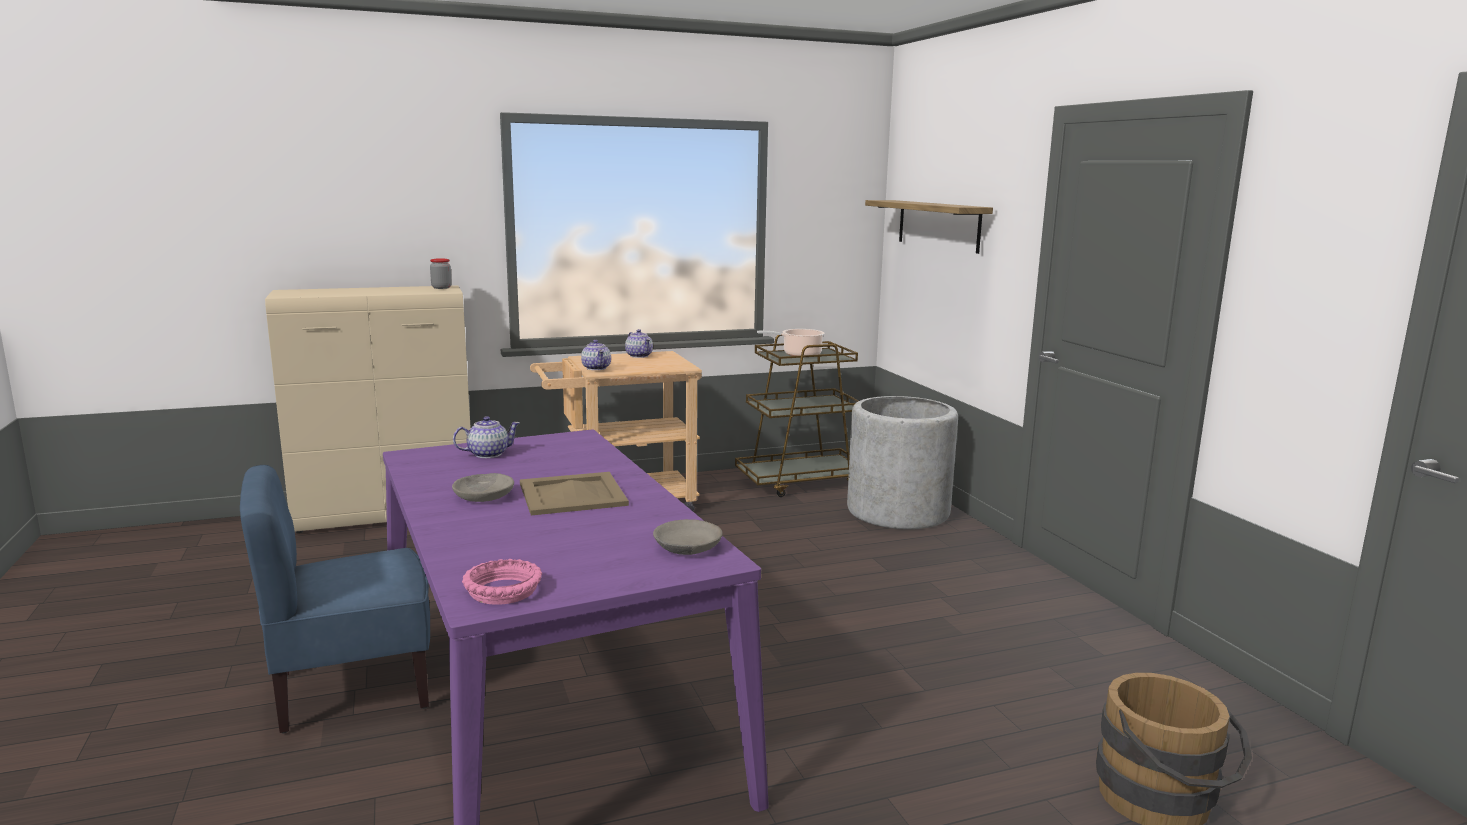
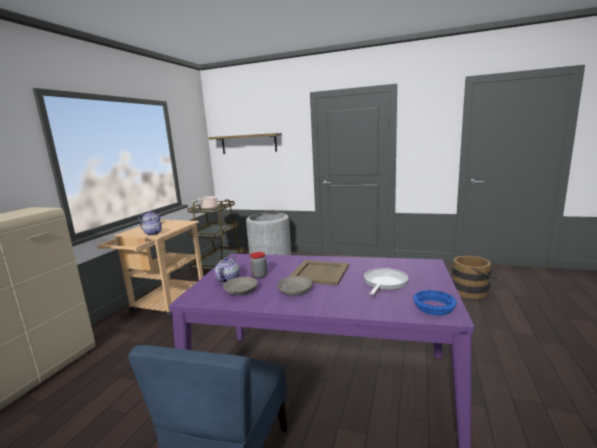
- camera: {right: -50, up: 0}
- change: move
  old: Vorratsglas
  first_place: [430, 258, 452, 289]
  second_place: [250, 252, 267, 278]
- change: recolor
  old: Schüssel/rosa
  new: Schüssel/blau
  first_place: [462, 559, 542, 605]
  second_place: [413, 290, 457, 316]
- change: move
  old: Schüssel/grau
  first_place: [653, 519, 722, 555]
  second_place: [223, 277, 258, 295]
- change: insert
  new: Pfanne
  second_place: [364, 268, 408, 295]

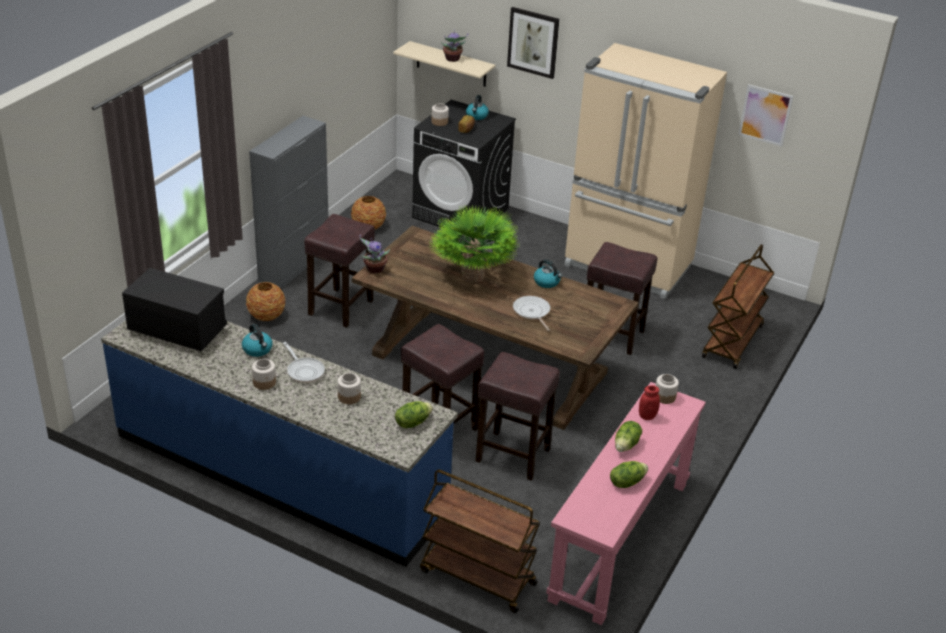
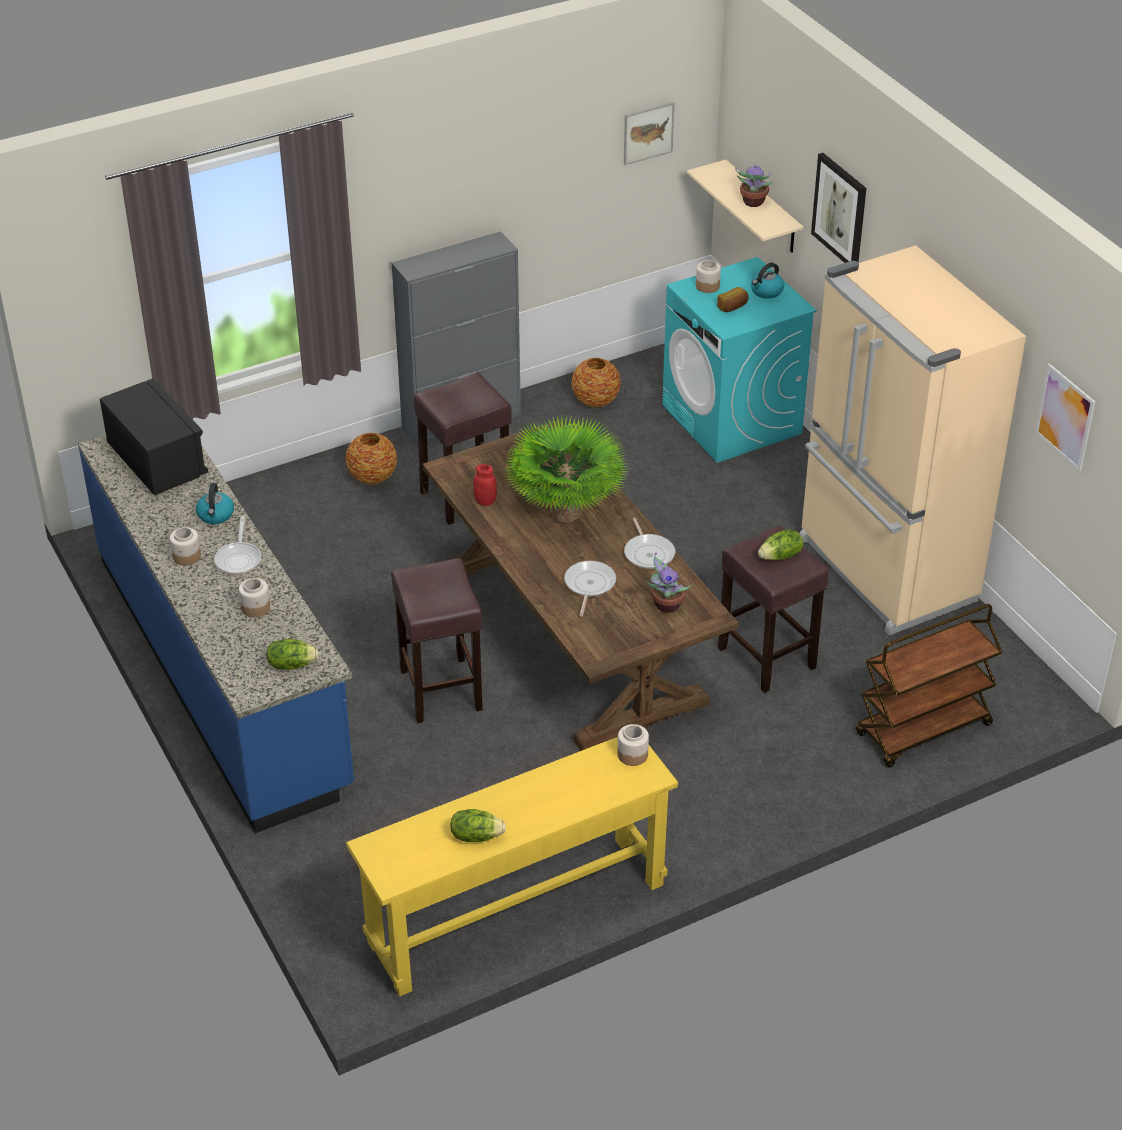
- camera: {right: 35, up: 5}
- change: move
  old: Topfpflanze
  first_place: [360, 234, 390, 273]
  second_place: [646, 552, 691, 613]
- change: recolor
  old: Waschmaschine/schwarz
  new: Waschmaschine/türkis
  first_place: [412, 100, 516, 239]
  second_place: [662, 257, 817, 463]
- change: delete
  old: Rollwagen/braun
  first_place: [420, 469, 540, 613]
- change: delete
  old: Hocker/braun
  first_place: [476, 352, 560, 481]
- change: replace
  old: Wasserkessel
  new: Pfanne
  first_place: [534, 259, 562, 288]
  second_place: [624, 518, 675, 569]
- change: recolor
  old: Konsolentisch/rosa
  new: Konsolentisch/gelb
  first_place: [546, 382, 706, 625]
  second_place: [346, 737, 678, 996]
- change: move
  old: Salatkopf
  first_place: [615, 421, 642, 452]
  second_place: [758, 529, 803, 560]
- change: move
  old: Vorratsglas/rot
  first_place: [639, 385, 660, 420]
  second_place: [473, 464, 497, 506]
- change: insert
  new: Bild
  second_place: [624, 102, 675, 165]

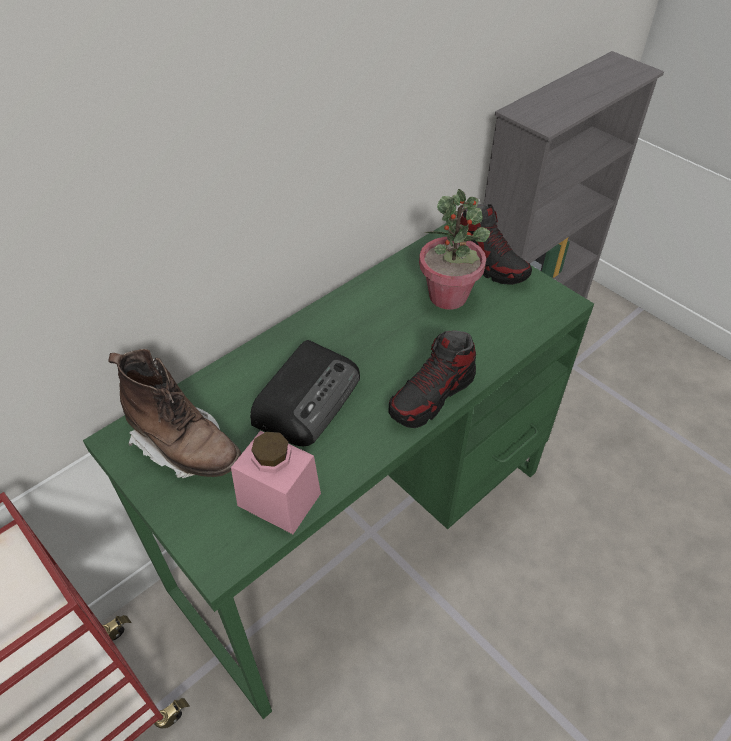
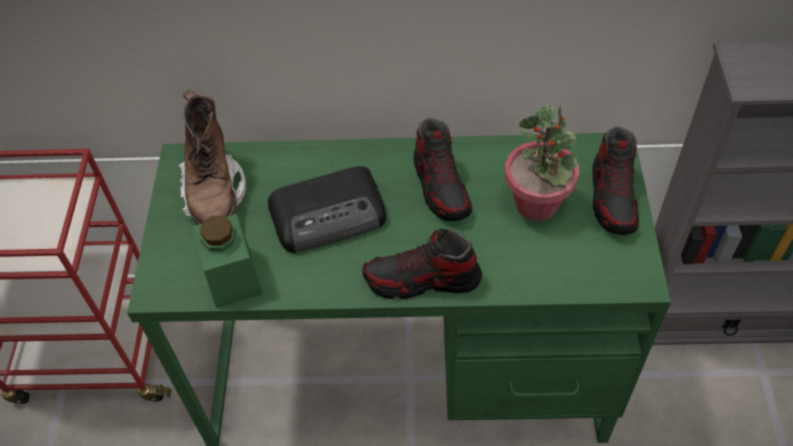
- camera: {right: 45, up: 5}
- change: recolor
  old: Vorratsglas/rosa
  new: Vorratsglas/grün
  first_place: [231, 431, 321, 534]
  second_place: [193, 214, 263, 308]
- change: insert
  new: Schuh
  second_place: [414, 118, 472, 221]

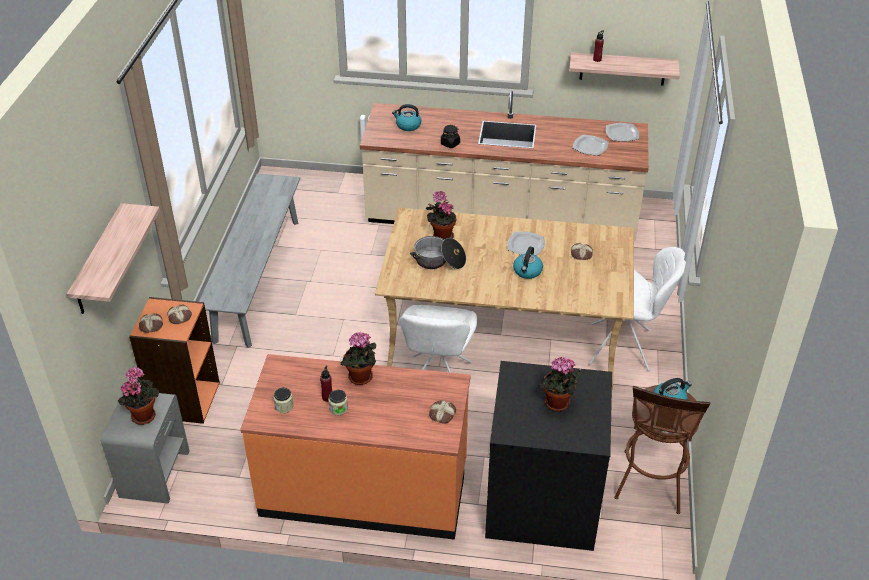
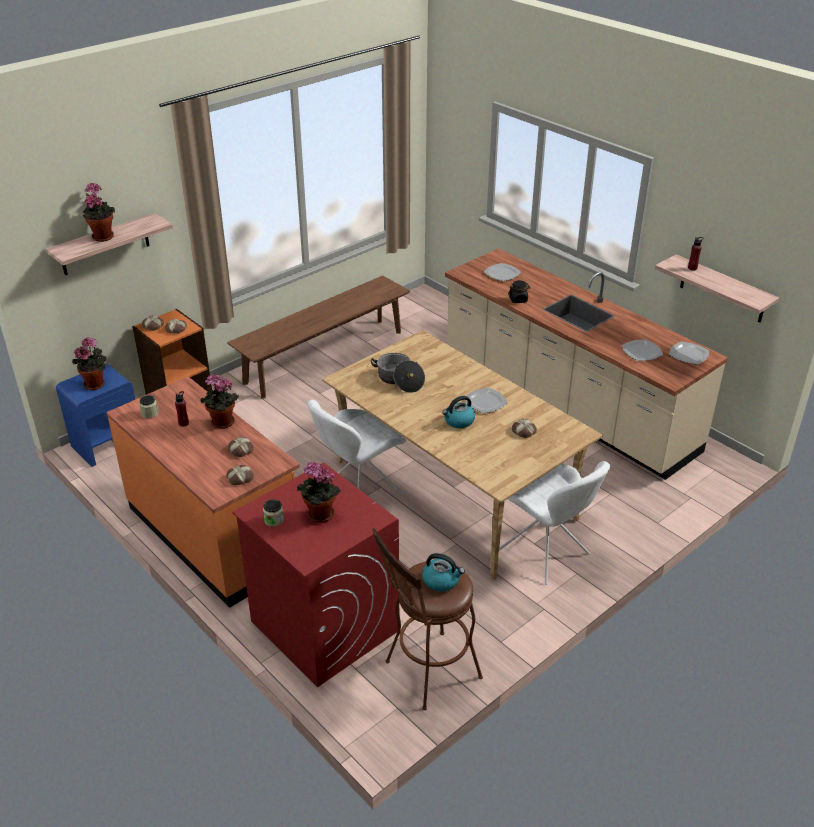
- camera: {right: 40, up: -5}
- change: recolor
  old: Nachttisch/grau
  new: Nachttisch/blau
  first_place: [101, 393, 190, 504]
  second_place: [56, 364, 135, 467]
- change: recolor
  old: Bank/grau
  new: Bank/braun
  first_place: [199, 174, 300, 348]
  second_place: [227, 276, 410, 398]
- change: move
  old: Vorratsglas
  first_place: [328, 390, 348, 415]
  second_place: [263, 499, 284, 527]
- change: replace
  old: Wasserkessel
  new: Teller
  first_place: [392, 104, 421, 131]
  second_place: [484, 263, 521, 281]
- change: move
  old: Topfpflanze
  first_place: [426, 191, 457, 240]
  second_place: [83, 183, 115, 242]
- change: recolor
  old: Waschmaschine/schwarz
  new: Waschmaschine/rot
  first_place: [485, 361, 612, 551]
  second_place: [232, 463, 399, 687]
- change: insert
  new: Brot
  second_place: [228, 437, 254, 457]

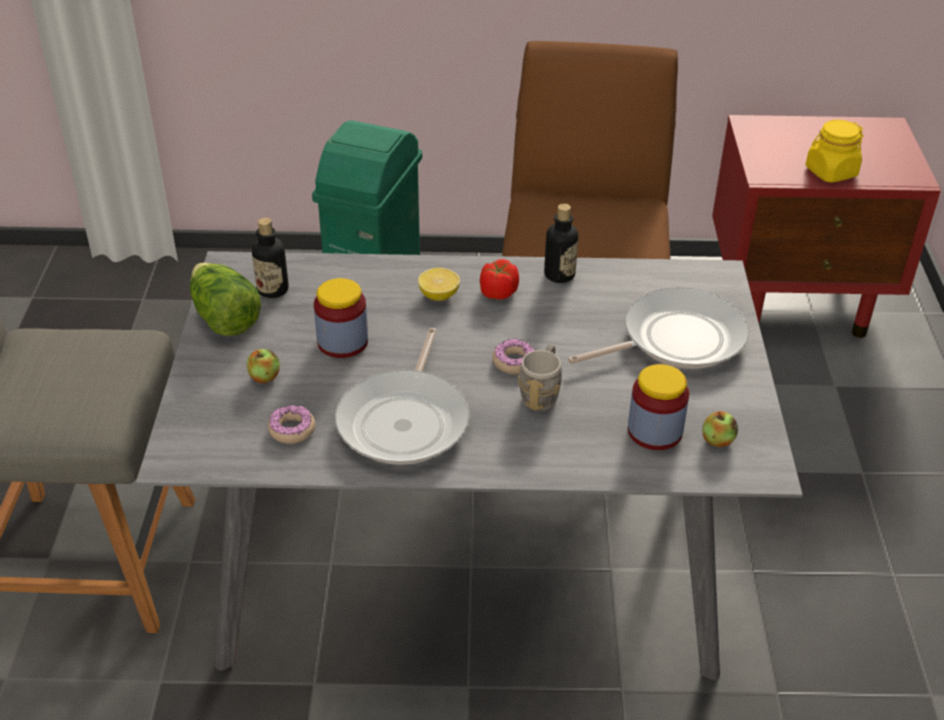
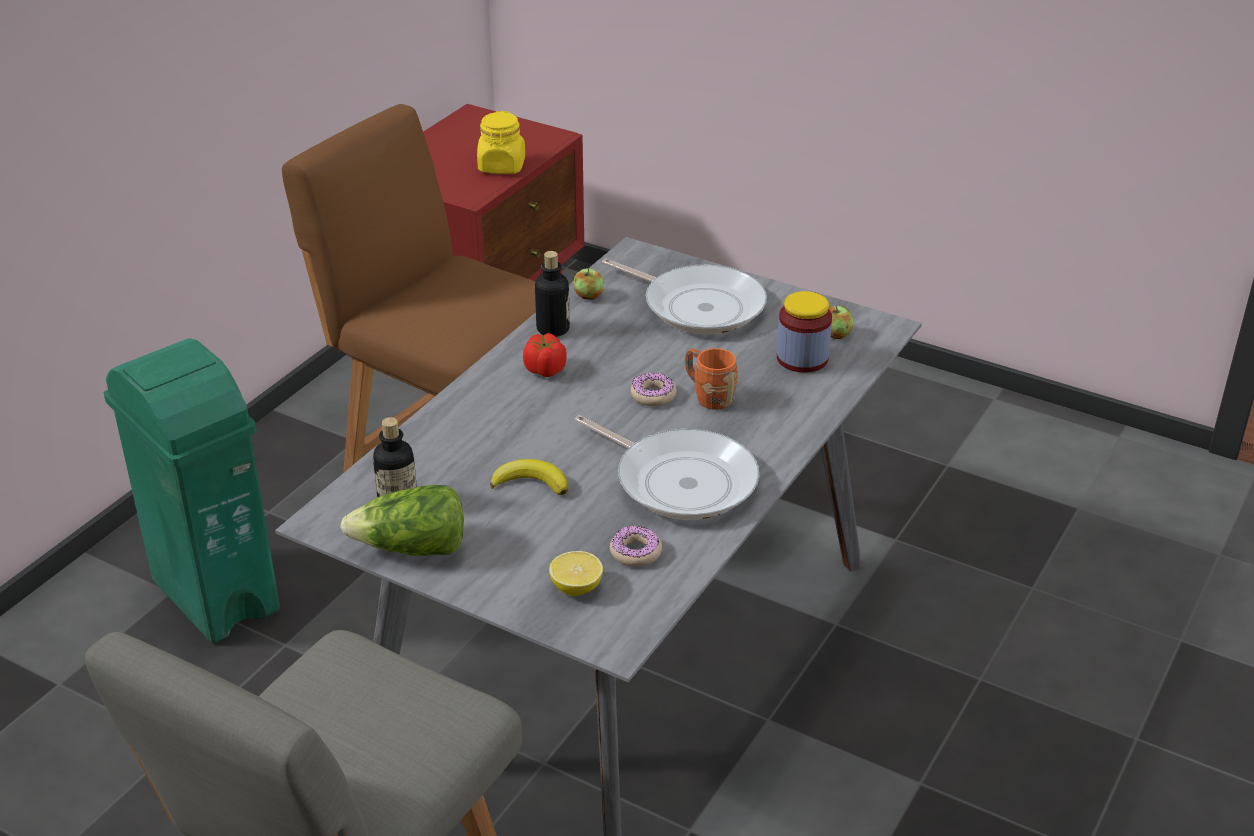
- camera: {right: -60, up: -5}
- change: move
  old: Apfel
  first_place: [247, 349, 280, 383]
  second_place: [573, 268, 604, 300]
- change: replace
  old: Vorratsglas
  new: Banane
  first_place: [314, 278, 368, 358]
  second_place: [490, 459, 568, 495]
- change: move
  old: Zitrone
  first_place: [418, 268, 460, 301]
  second_place: [549, 551, 603, 596]
- change: recolor
  old: Henkelbecher/grau
  new: Henkelbecher/orange
  first_place: [518, 345, 562, 411]
  second_place: [685, 348, 738, 410]
- change: rotate
  old: Pfanne
  first_place: [568, 287, 749, 369]
  second_place: [602, 259, 767, 334]
  degrees: 120

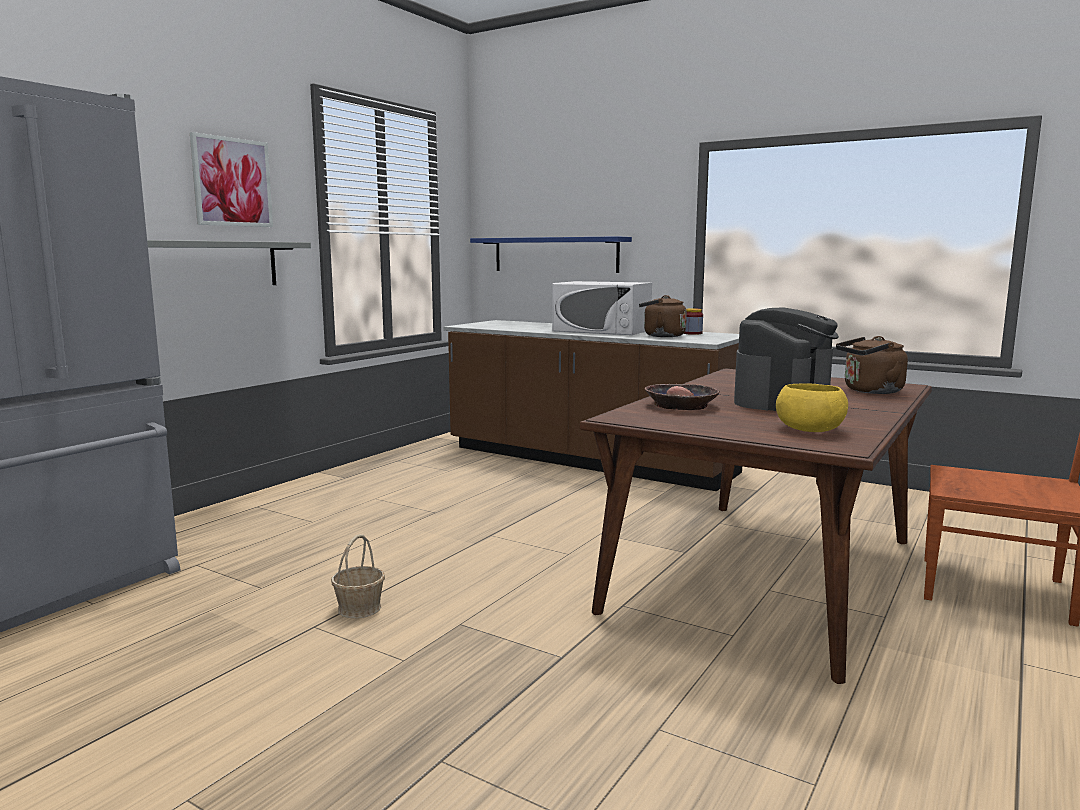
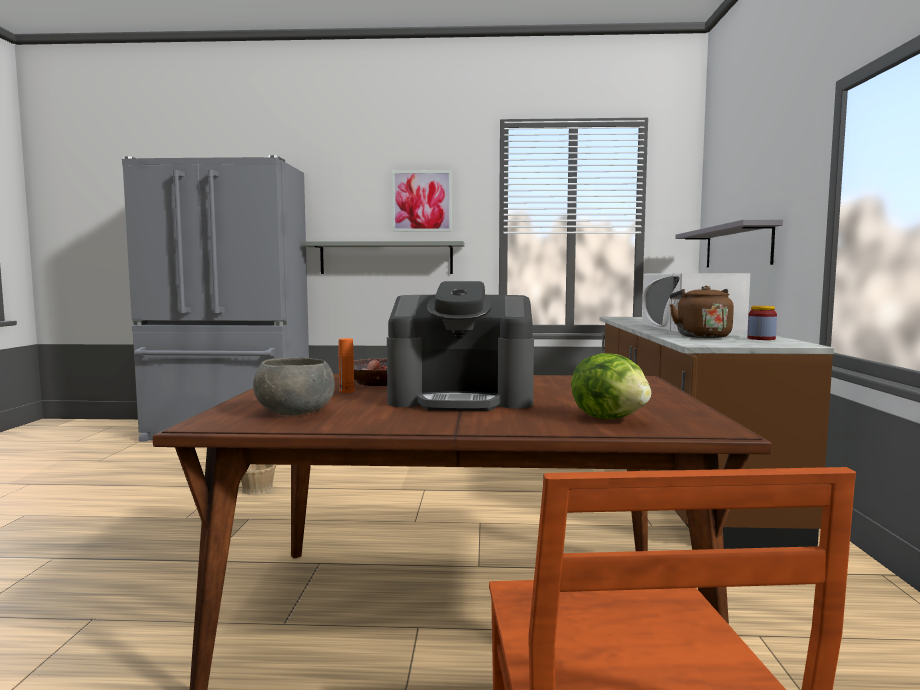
- camera: {right: 60, up: -5}
- change: recolor
  old: Wandregal/blau
  new: Wandregal/grau
  first_place: [470, 236, 632, 273]
  second_place: [675, 219, 783, 267]
- change: recolor
  old: Schüssel/gelb
  new: Schüssel/grau
  first_place: [776, 383, 848, 432]
  second_place: [253, 357, 335, 415]
- change: replace
  old: Wasserkessel/braun
  new: Salatkopf
  first_place: [836, 336, 908, 394]
  second_place: [571, 353, 651, 419]
- change: insert
  new: Flasche/orange
  second_place: [339, 338, 354, 393]

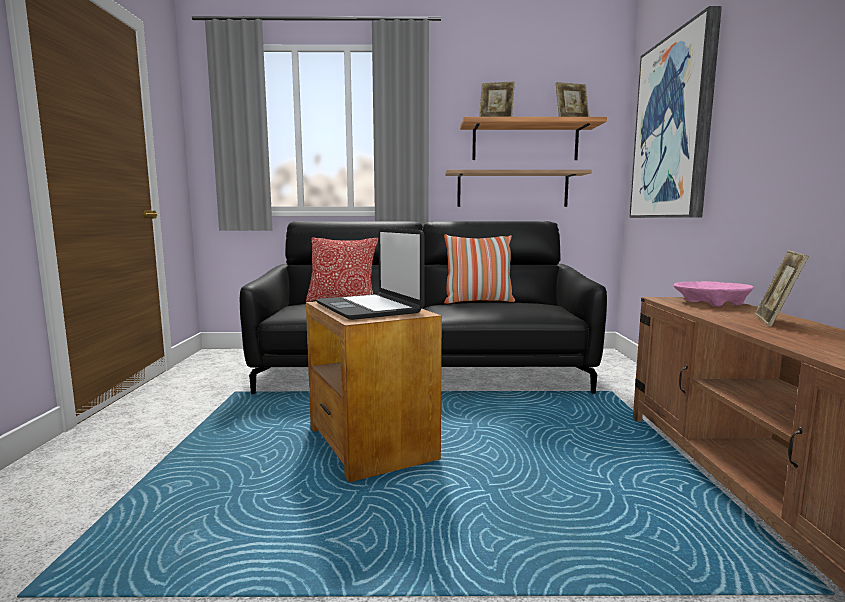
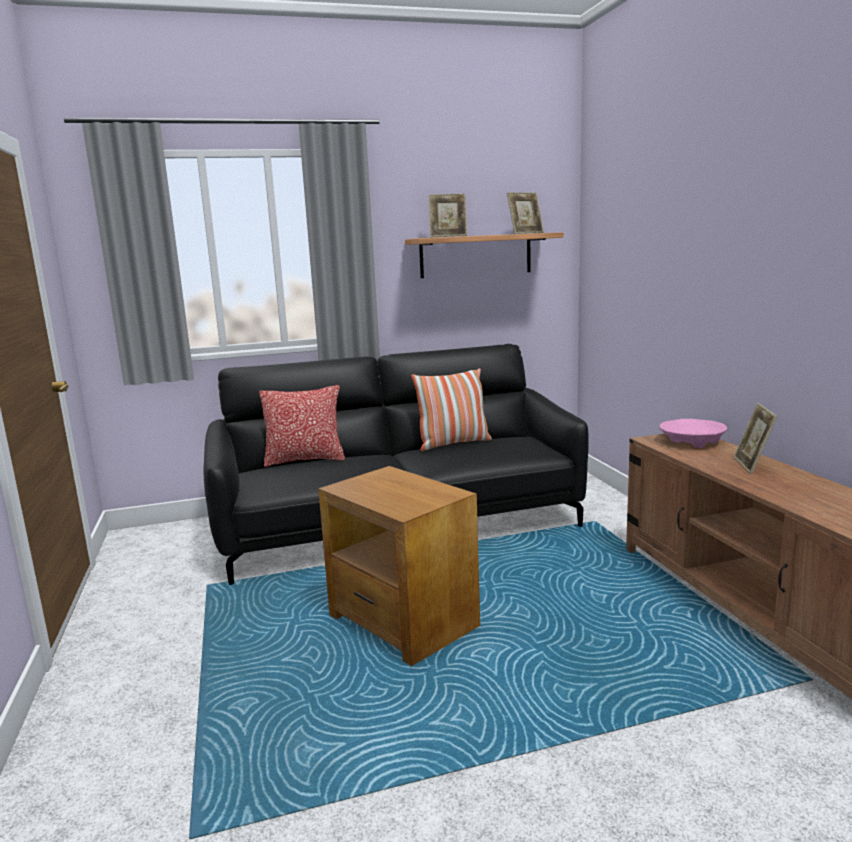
- camera: {right: -15, up: 5}
- change: delete
  old: Laptop
  first_place: [316, 228, 425, 320]
- change: delete
  old: Wandregal
  first_place: [445, 170, 592, 207]
- change: delete
  old: Bild
  first_place: [629, 6, 722, 218]

